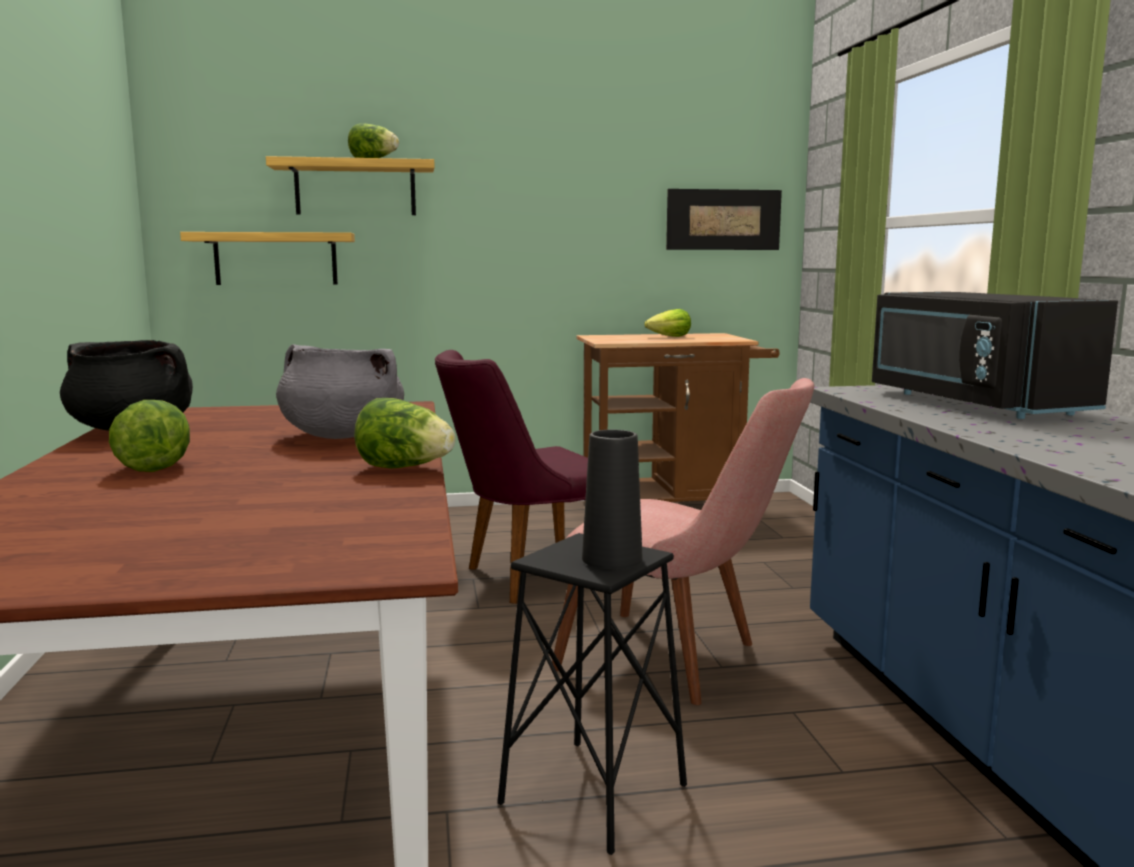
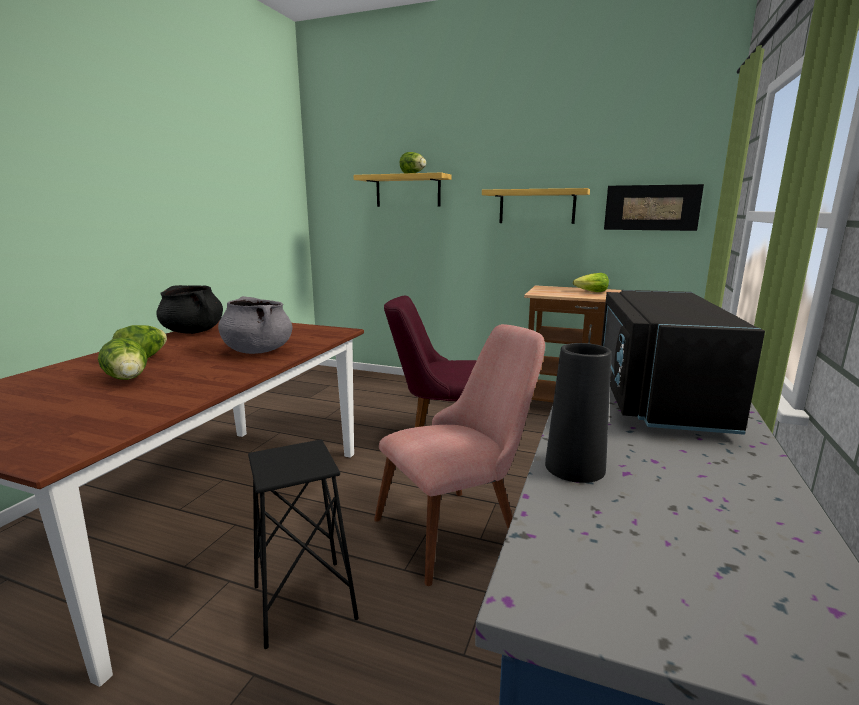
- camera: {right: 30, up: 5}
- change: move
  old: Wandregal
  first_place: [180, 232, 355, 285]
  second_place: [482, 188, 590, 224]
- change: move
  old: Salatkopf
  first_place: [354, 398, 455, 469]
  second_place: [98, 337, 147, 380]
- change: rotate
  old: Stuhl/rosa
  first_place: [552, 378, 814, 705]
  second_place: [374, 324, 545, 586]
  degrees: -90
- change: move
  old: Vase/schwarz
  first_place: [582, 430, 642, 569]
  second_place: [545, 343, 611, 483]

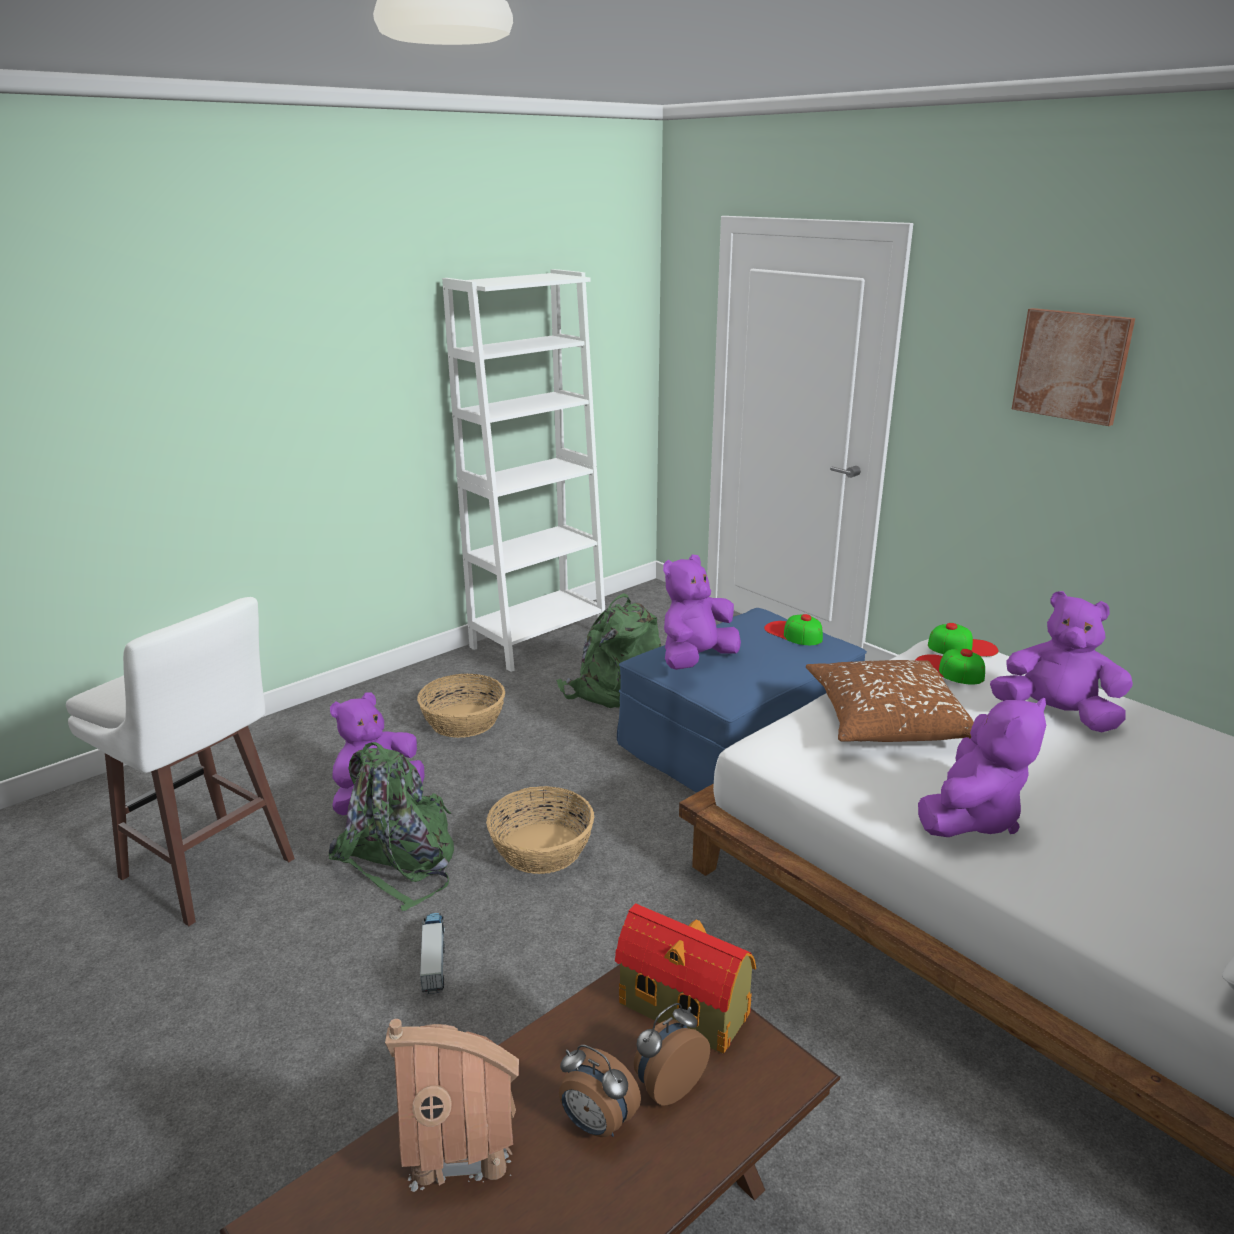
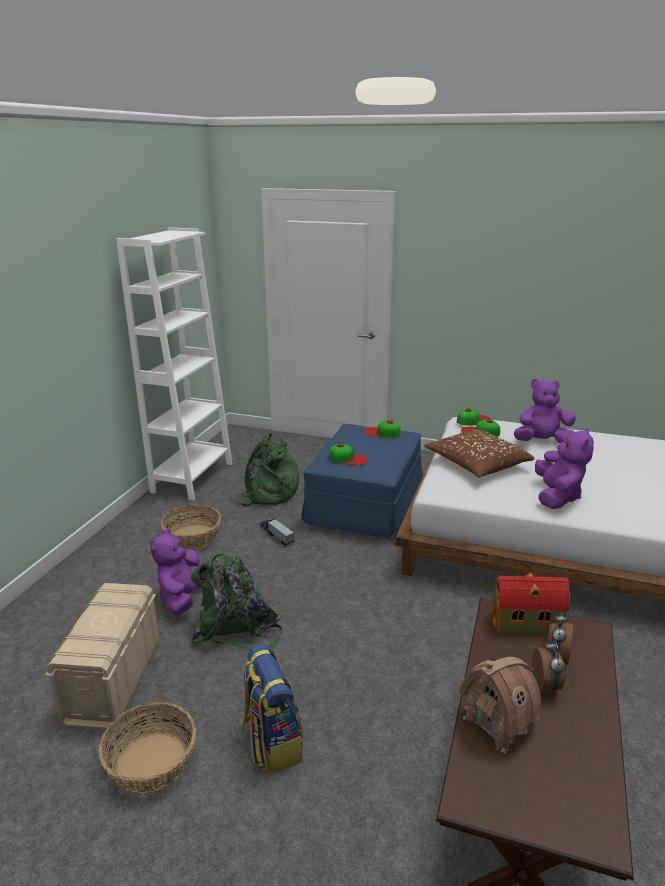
- camera: {right: -30, up: 0}
- change: replace
  old: Hocker/weiß
  new: Aufbewahrungsbox/beige
  first_place: [66, 597, 295, 926]
  second_place: [45, 583, 159, 730]
- change: move
  old: Spielzeuglaster
  first_place: [420, 913, 445, 994]
  second_place: [259, 519, 294, 546]
- change: move
  old: Korb
  first_place: [486, 786, 594, 874]
  second_place: [98, 702, 196, 793]
- change: rotate
  old: Wecker
  first_place: [559, 1045, 641, 1137]
  second_place: [532, 638, 566, 696]
  degrees: -90
- change: replace
  old: Plüschtier/lila
  new: Kappe
  first_place: [663, 555, 741, 670]
  second_place: [329, 443, 368, 465]
- change: delete
  old: Bild
  first_place: [1012, 308, 1135, 426]
- change: insert
  new: Rucksack
  second_place: [242, 644, 303, 774]

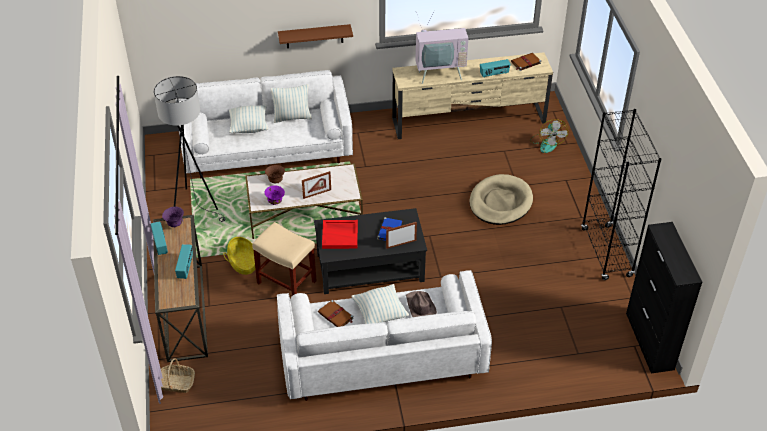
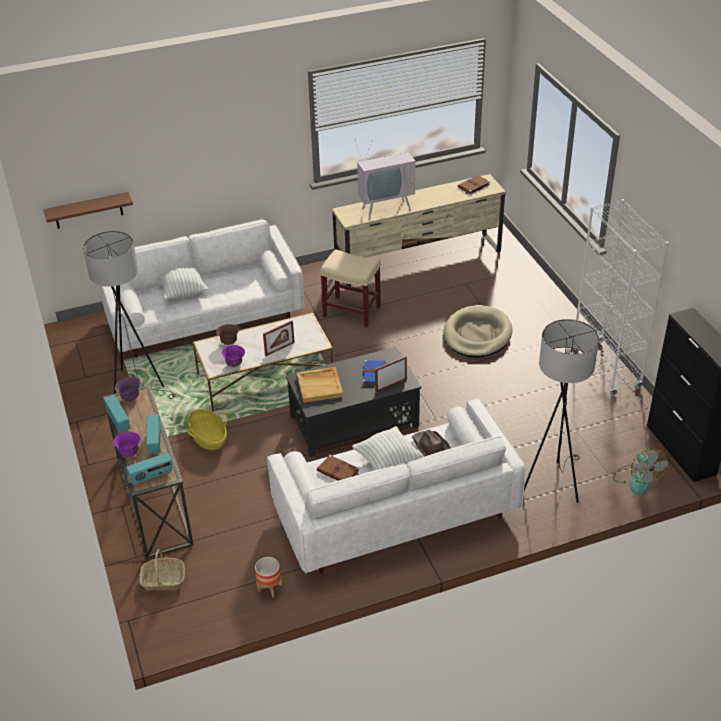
- camera: {right: -10, up: -5}
- change: move
  old: Hocker/beige
  first_place: [252, 222, 317, 296]
  second_place: [320, 249, 381, 327]
- change: delete
  old: Kissen
  first_place: [270, 84, 312, 123]
- change: move
  old: Wandregal/braun
  first_place: [278, 24, 353, 48]
  second_place: [43, 192, 133, 229]
- change: recolor
  old: Tablett/rot
  new: Tablett/beige
  first_place: [322, 220, 358, 249]
  second_place: [297, 367, 343, 403]
- change: move
  old: Radio
  first_place: [480, 59, 511, 78]
  second_place: [126, 452, 172, 485]
- change: move
  old: Ventilator
  first_place: [530, 119, 569, 153]
  second_place: [613, 448, 668, 495]
- change: recolor
  old: Bücherregal/schwarz
  new: Bücherregal/weiß
  first_place: [581, 109, 661, 280]
  second_place: [574, 199, 669, 396]
- change: insert
  new: Schüssel/lila
  second_place: [113, 432, 141, 457]
- change: insert
  new: Pflanzkübel
  second_place: [255, 557, 282, 598]
- change: insert
  new: Stehlampe/grau
  second_place: [524, 319, 599, 503]

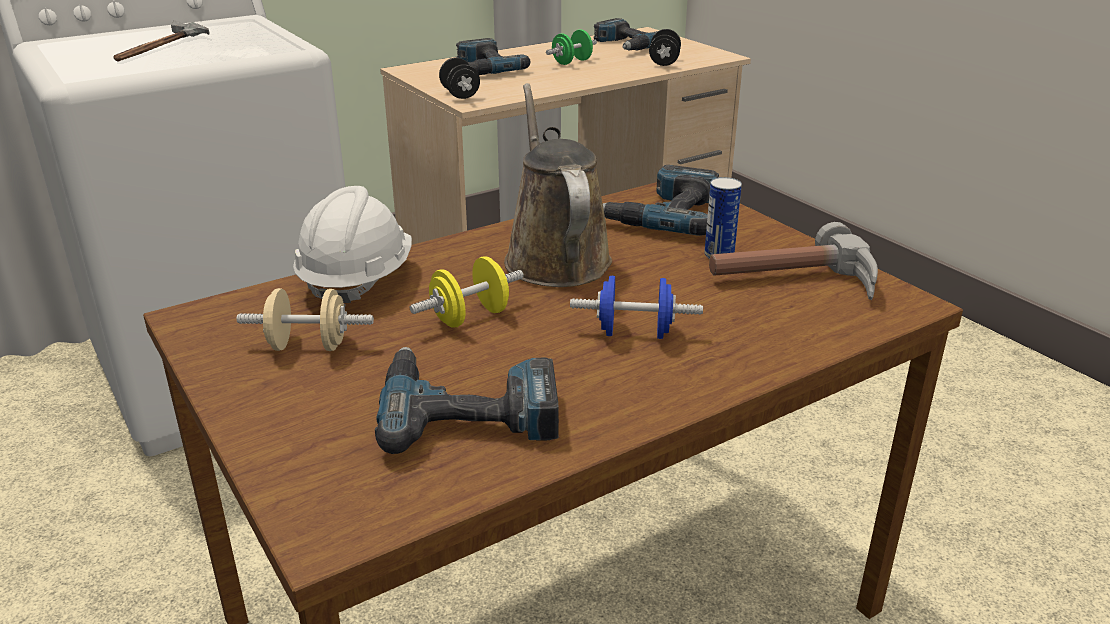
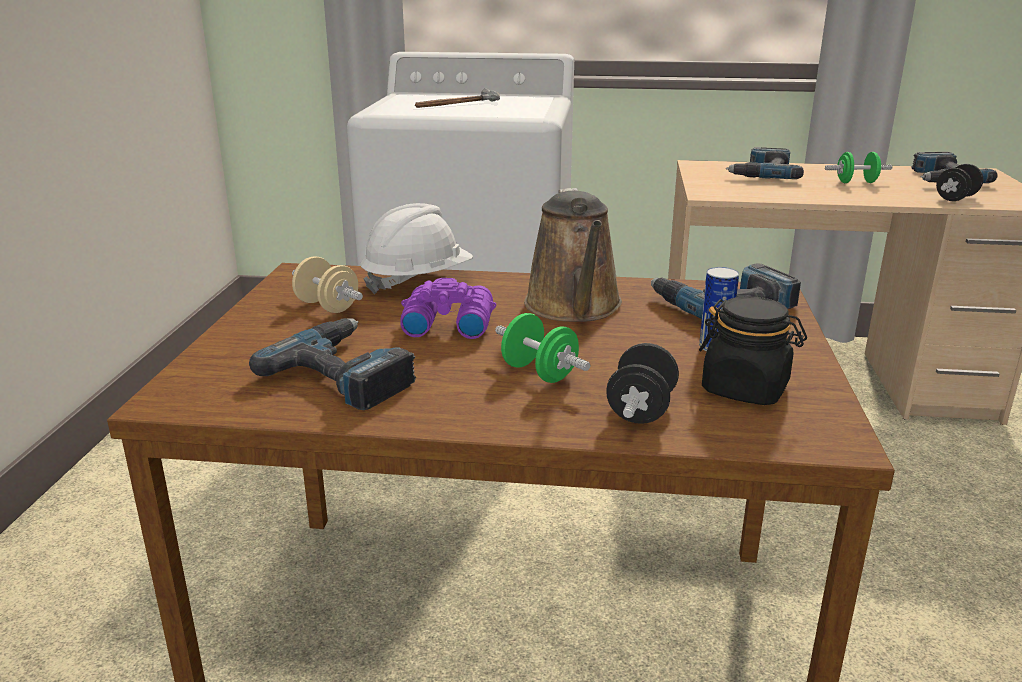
- camera: {right: 40, up: -5}
- change: replace
  old: Hantel/gelb
  new: Fernglas/lila
  first_place: [410, 256, 524, 328]
  second_place: [400, 278, 497, 339]
- change: move
  old: Hantel/schwarz
  first_place: [439, 58, 480, 99]
  second_place: [606, 343, 679, 424]
- change: rotate
  old: Gießkanne/braun
  first_place: [504, 83, 612, 287]
  second_place: [524, 188, 622, 322]
  degrees: 150
- change: recolor
  old: Hantel/blau
  new: Hantel/grün
  first_place: [570, 276, 703, 339]
  second_place: [495, 313, 590, 383]
- change: replace
  old: Hammer
  new: Vorratsglas/schwarz
  first_place: [709, 222, 878, 300]
  second_place: [699, 296, 807, 405]

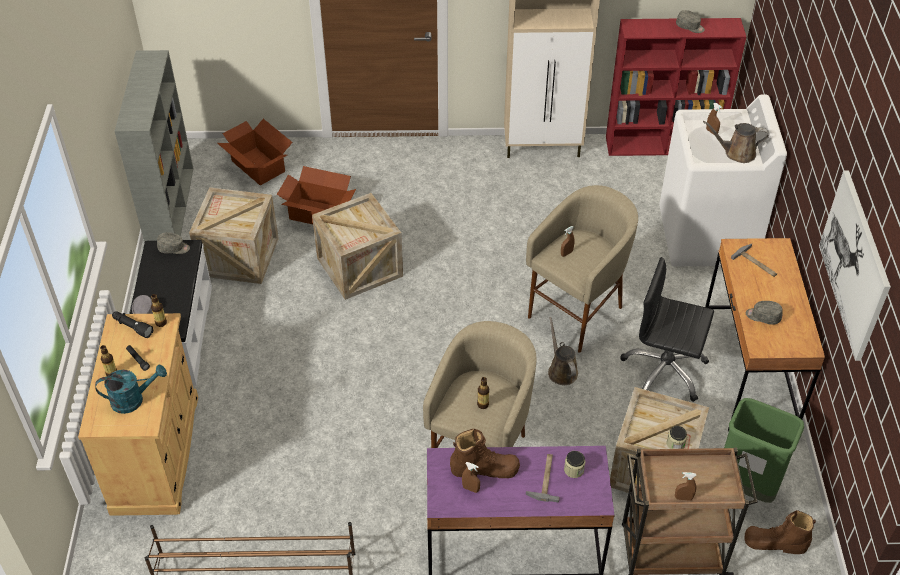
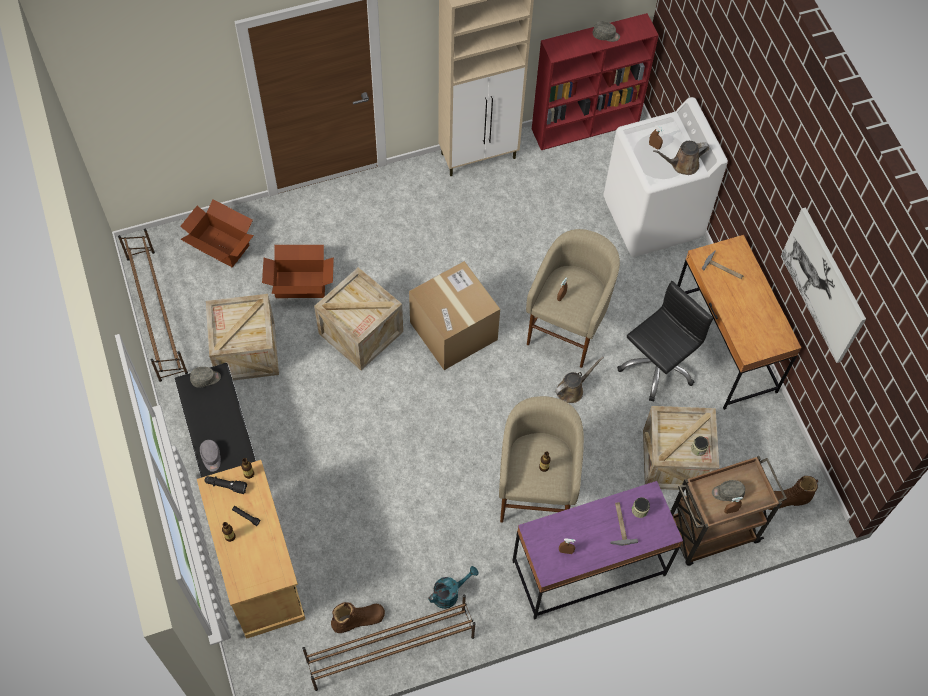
- camera: {right: -20, up: 15}
- change: move
  old: Gießkanne/türkis
  first_place: [95, 365, 167, 414]
  second_place: [428, 566, 479, 609]
- change: replace
  old: Bücherregal/grau
  new: Schuhregal/braun
  first_place: [115, 50, 194, 243]
  second_place: [118, 228, 188, 382]
- change: move
  old: Stiefel/braun
  first_place: [450, 429, 520, 478]
  second_place: [331, 602, 385, 633]
- change: rotate
  old: Gießkanne/braun
  first_place: [548, 317, 578, 385]
  second_place: [555, 357, 604, 403]
  degrees: 90
- change: rotate
  old: Bürostuhl/schwarz
  first_place: [620, 257, 714, 402]
  second_place: [617, 281, 713, 402]
  degrees: 135
- change: delete
  old: Mülleimer/grün
  first_place: [724, 398, 804, 503]
- change: move
  old: Kappe/grau
  first_place: [746, 301, 783, 325]
  second_place: [712, 480, 745, 502]
- change: insert
  new: Karton
  second_place: [409, 261, 500, 370]

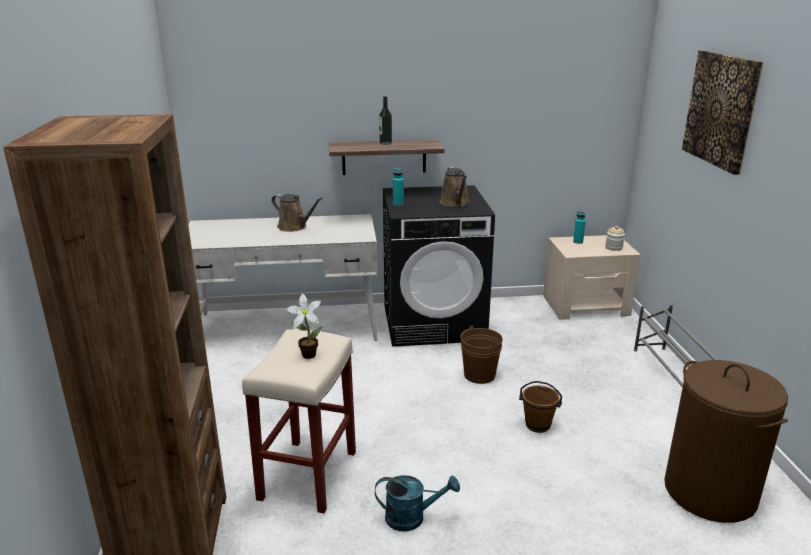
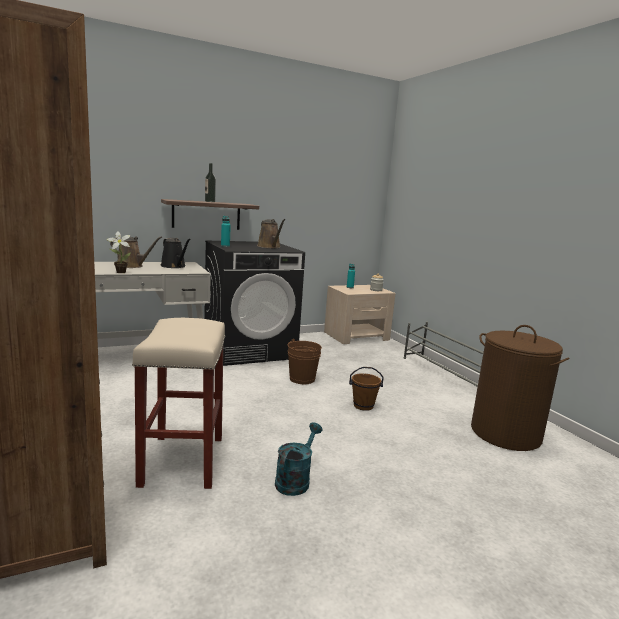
- camera: {right: -20, up: -10}
- change: move
  old: Topfpflanze
  first_place: [286, 293, 323, 359]
  second_place: [107, 231, 131, 273]
- change: rotate
  old: Gießkanne/türkis
  first_place: [375, 475, 460, 531]
  second_place: [275, 422, 323, 496]
  degrees: -45
- change: delete
  old: Bild
  first_place: [682, 50, 763, 175]
- change: insert
  new: Gießkanne/schwarz
  second_place: [161, 238, 191, 268]

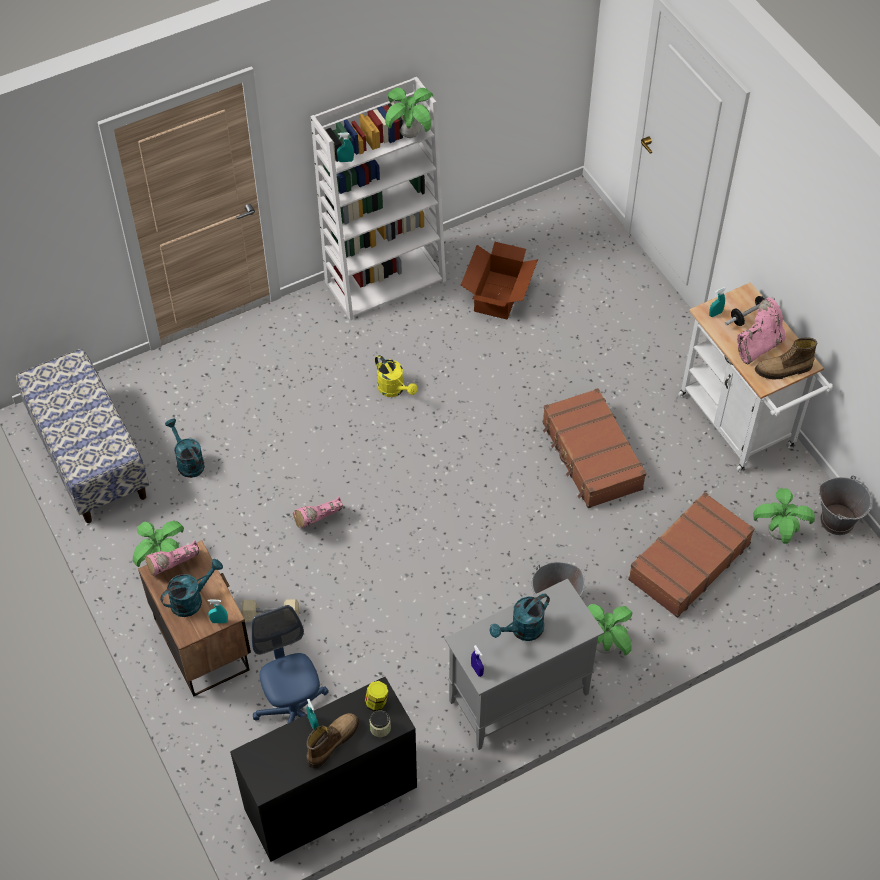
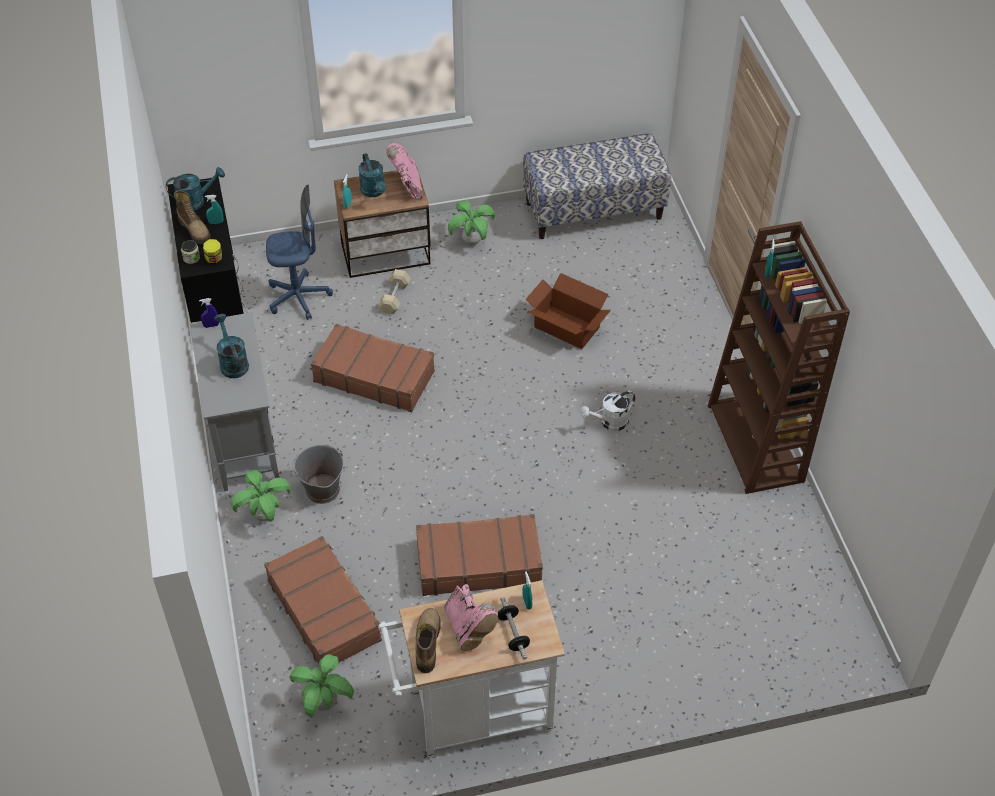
- camera: {right: 105, up: -5}
- change: move
  old: Gießkanne/türkis
  first_place: [165, 419, 205, 478]
  second_place: [166, 167, 225, 211]
- change: delete
  old: Stiefel/rosa
  first_place: [293, 497, 343, 528]
- change: recolor
  old: Bücherregal/weiß
  new: Bücherregal/braun
  first_place: [311, 77, 446, 321]
  second_place: [708, 221, 850, 494]
- change: recolor
  old: Gießkanne/gelb
  new: Gießkanne/weiß
  first_place: [375, 355, 417, 397]
  second_place: [580, 391, 635, 431]
- change: delete
  old: Topfpflanze
  first_place: [385, 88, 433, 138]
- change: move
  old: Karton
  first_place: [461, 242, 538, 320]
  second_place: [526, 273, 611, 349]
- change: delete
  old: Eimer/grau
  first_place: [819, 475, 872, 535]
- change: insert
  new: Koffer/braun
  second_place: [311, 324, 435, 412]

